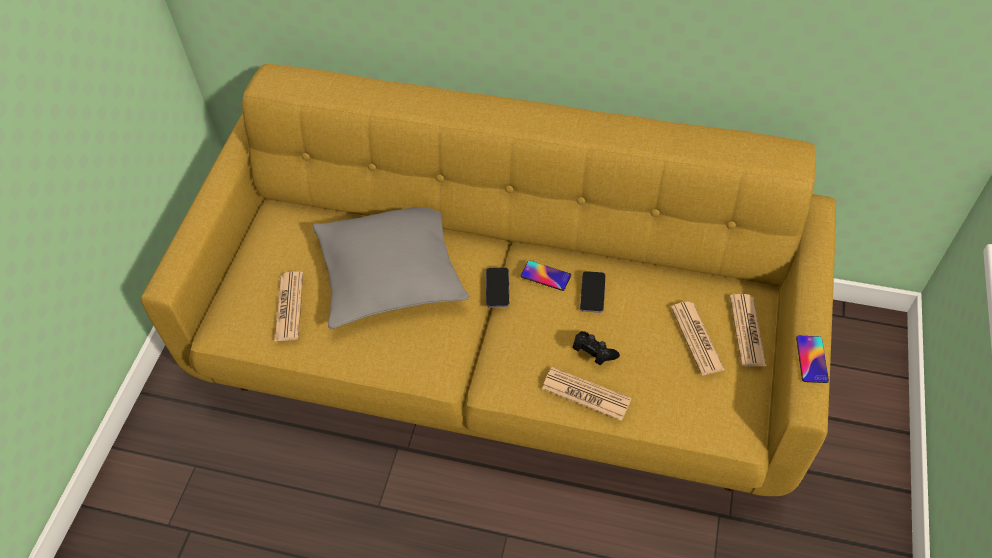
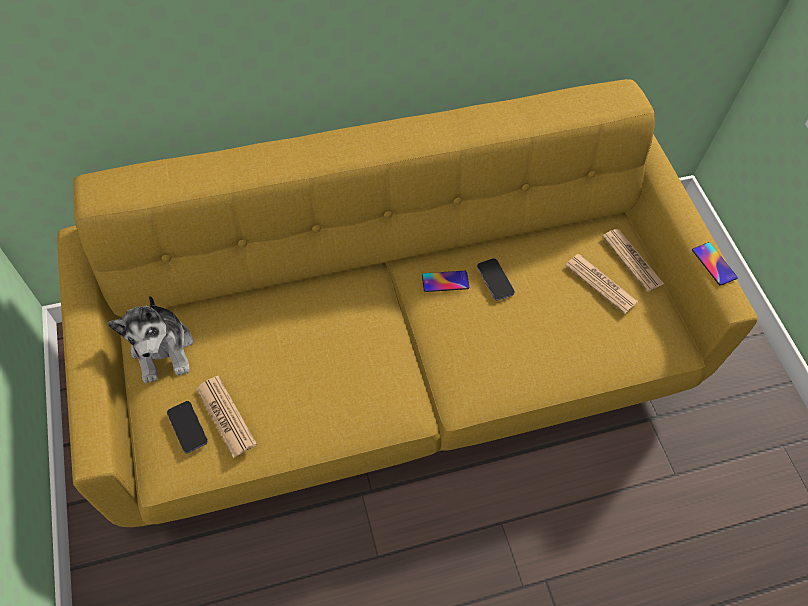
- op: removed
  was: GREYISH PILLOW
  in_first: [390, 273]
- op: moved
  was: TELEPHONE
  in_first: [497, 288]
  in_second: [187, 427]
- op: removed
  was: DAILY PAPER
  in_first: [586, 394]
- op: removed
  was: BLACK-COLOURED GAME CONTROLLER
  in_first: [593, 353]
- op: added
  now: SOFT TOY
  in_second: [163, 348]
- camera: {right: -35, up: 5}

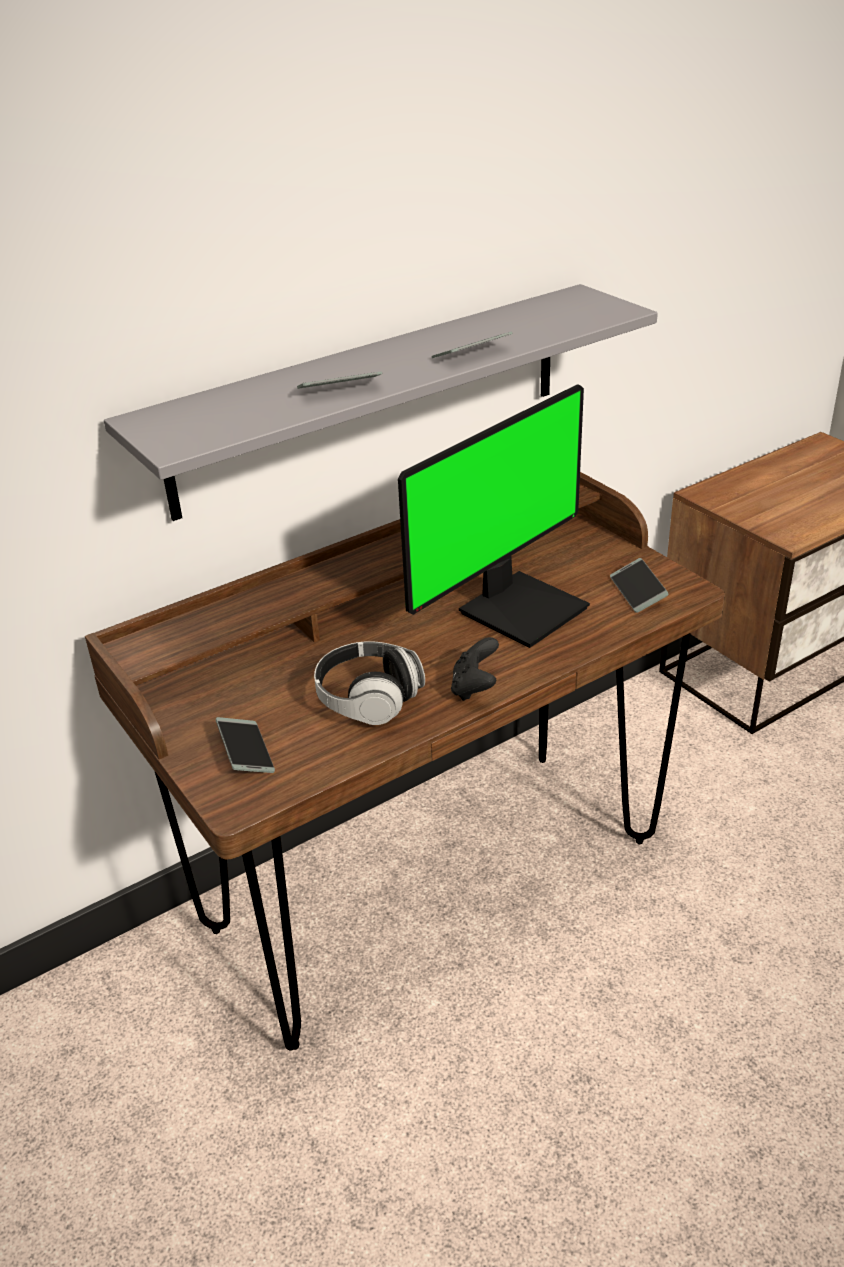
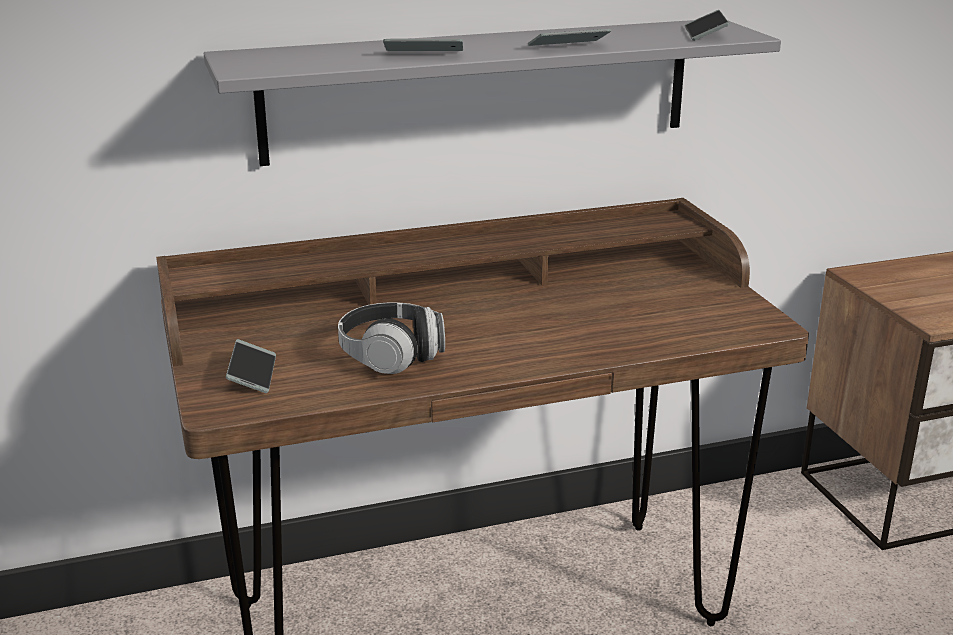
- op: removed
  was: COMPUTER DISPLAY
  in_first: [520, 608]
- op: removed
  was: BLACK-COLOURED GAME CONTROLLER
  in_first: [475, 688]
- op: moved
  was: TELEPHONE
  in_first: [637, 592]
  in_second: [705, 33]
- camera: {right: 15, up: -10}

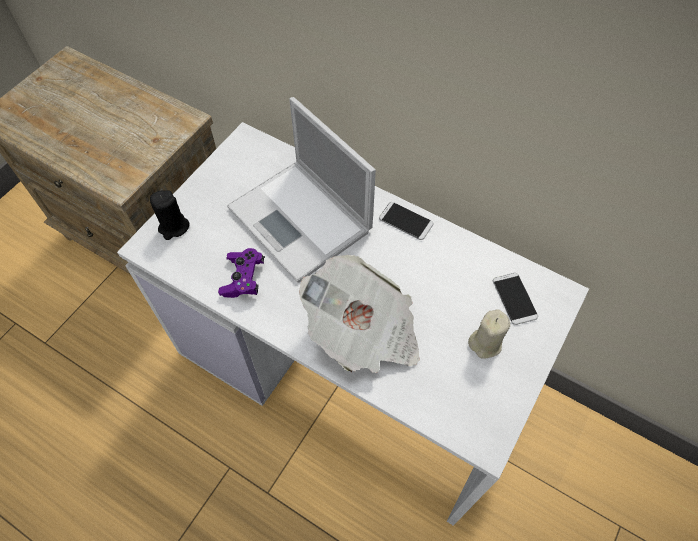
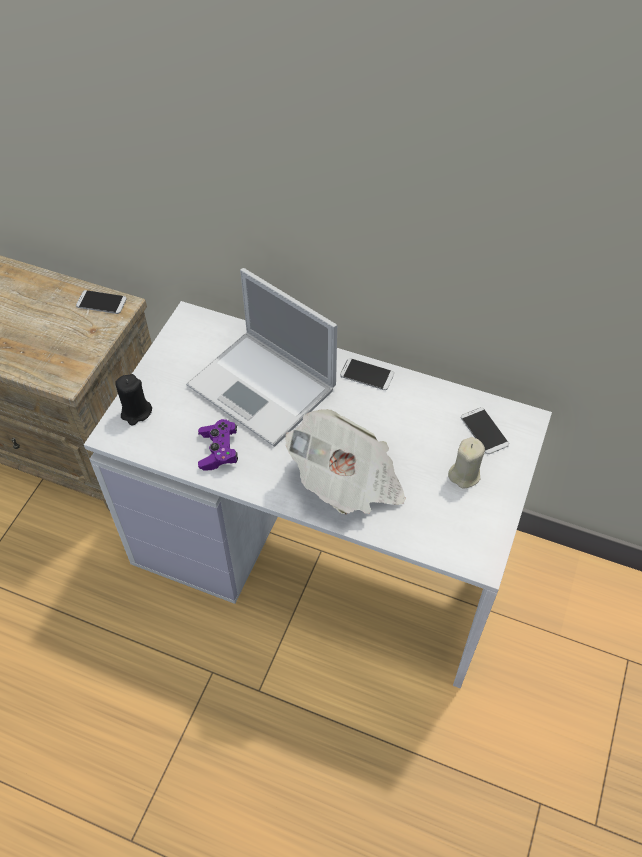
- op: added
  now: TELEPHONE
  in_second: [101, 302]
- camera: {right: -10, up: -5}

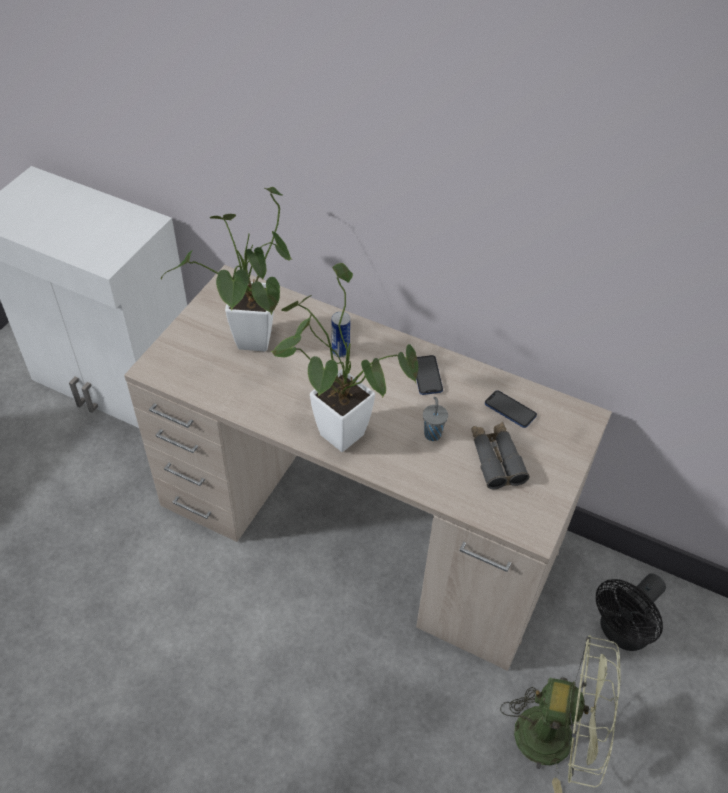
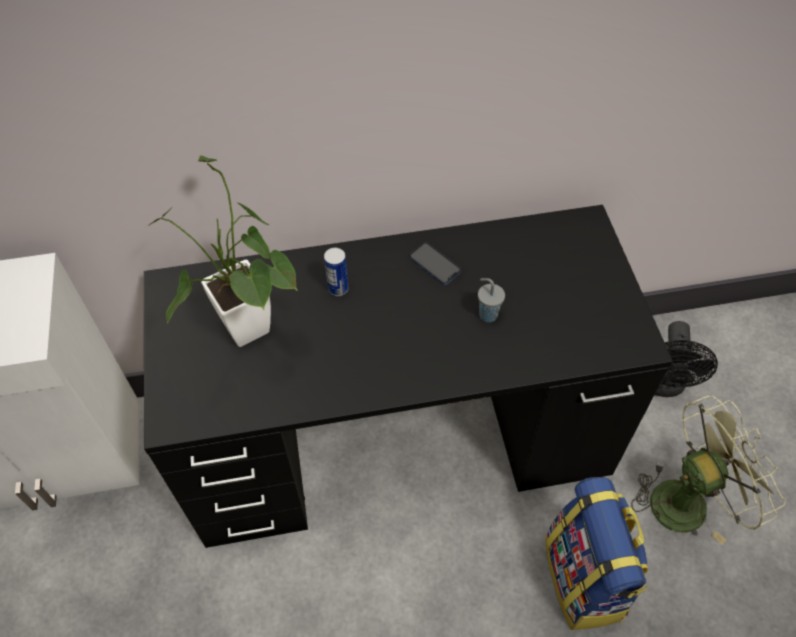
- op: recoloured
  was: BEIGE DESK TABLE
  now: BLACK-COLOURED DESK TABLE
  in_first: [361, 523]
  in_second: [400, 435]
- op: removed
  was: PLANT IN A POT
  in_first: [335, 429]
- op: removed
  was: GREYISH FIELD GLASSES
  in_first: [496, 459]
- op: removed
  was: TELEPHONE
  in_first: [510, 410]
- op: added
  now: BACKPACK
  in_second: [585, 578]
- camera: {right: -35, up: 5}

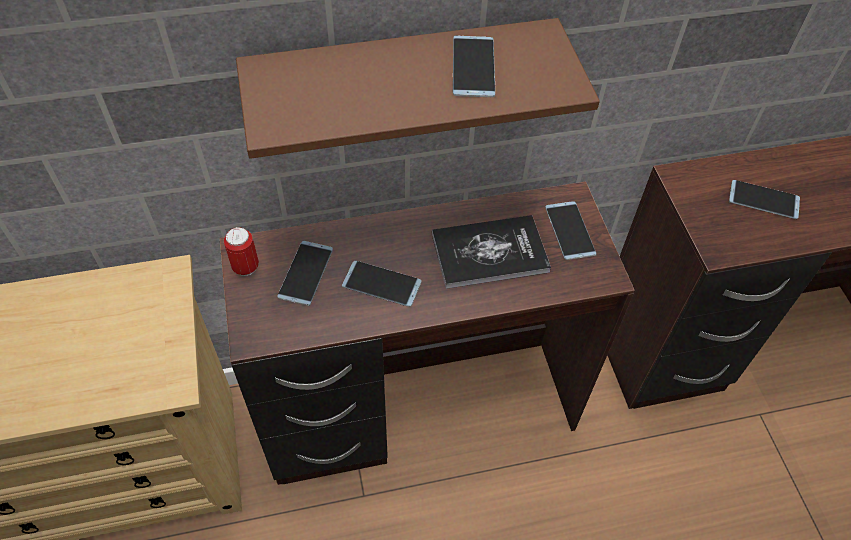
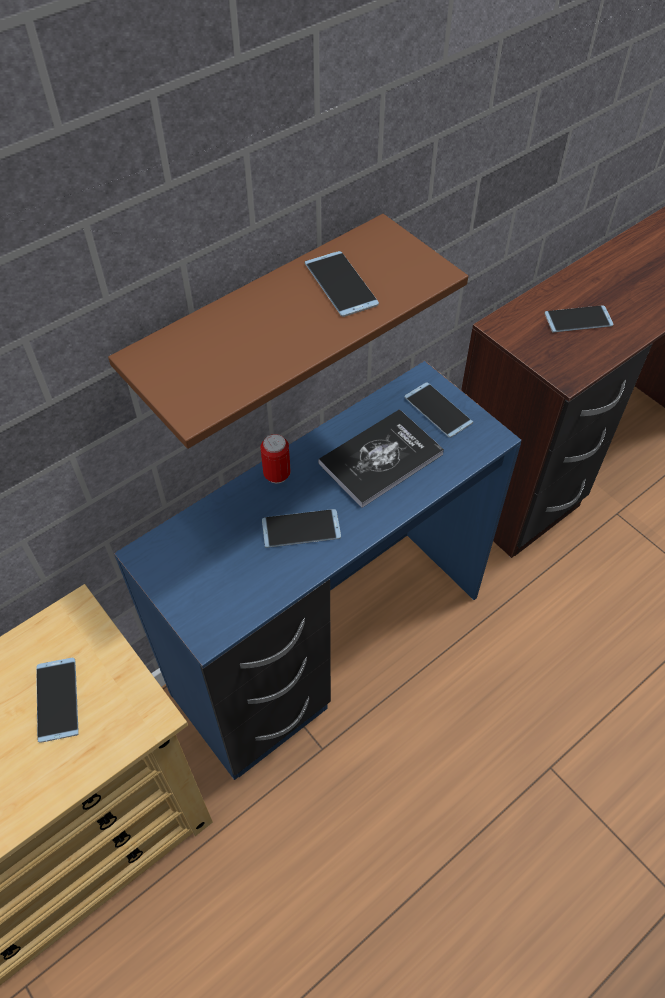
- op: recoloured
  was: BROWN DESK TABLE
  now: BLUISH DESK TABLE
  in_first: [420, 411]
  in_second: [331, 646]
- op: moved
  was: SEALED CAN
  in_first: [245, 267]
  in_second: [277, 475]
- op: moved
  was: TELEPHONE
  in_first: [306, 273]
  in_second: [57, 699]
- camera: {right: -25, up: 0}

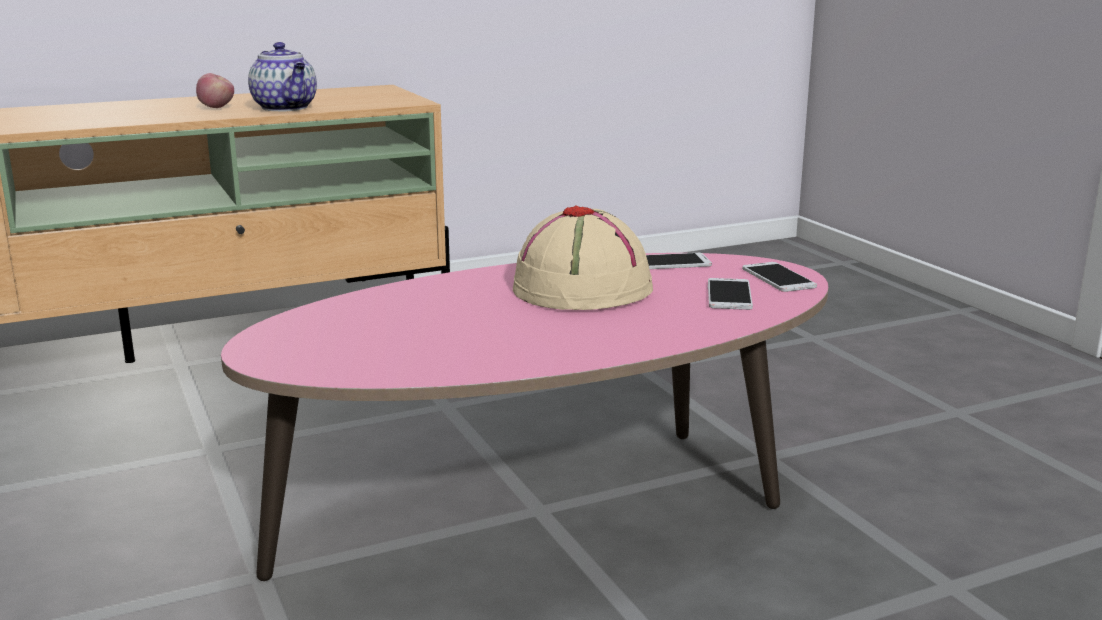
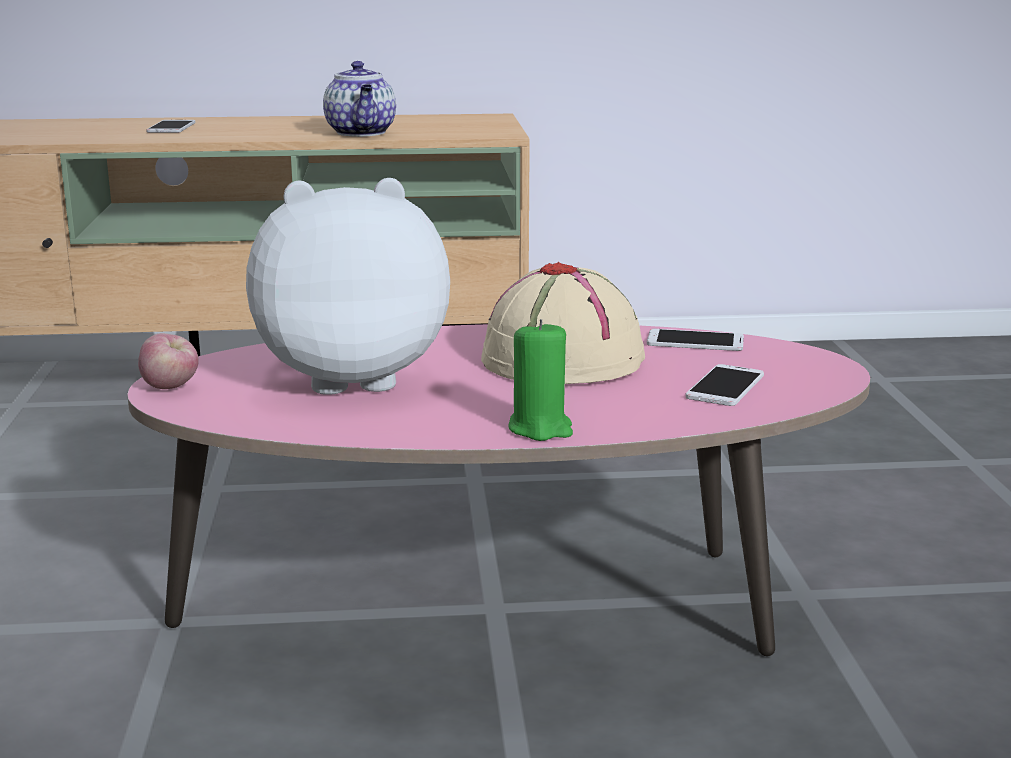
- op: moved
  was: APPLE
  in_first: [217, 108]
  in_second: [171, 388]
- op: moved
  was: TELEPHONE
  in_first: [778, 278]
  in_second: [171, 127]
- op: added
  now: SOFT TOY
  in_second: [352, 378]
- op: added
  now: GREEN WAX LIGHT
  in_second: [540, 428]
- camera: {right: 20, up: 0}

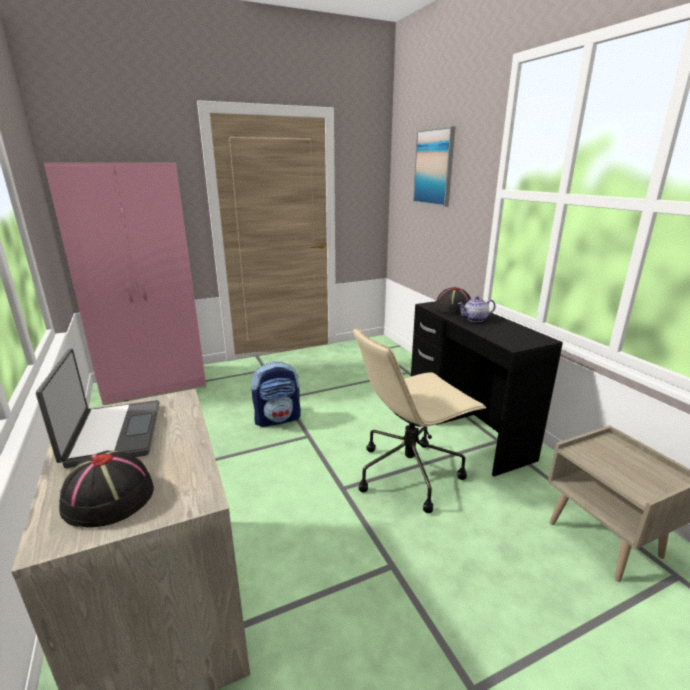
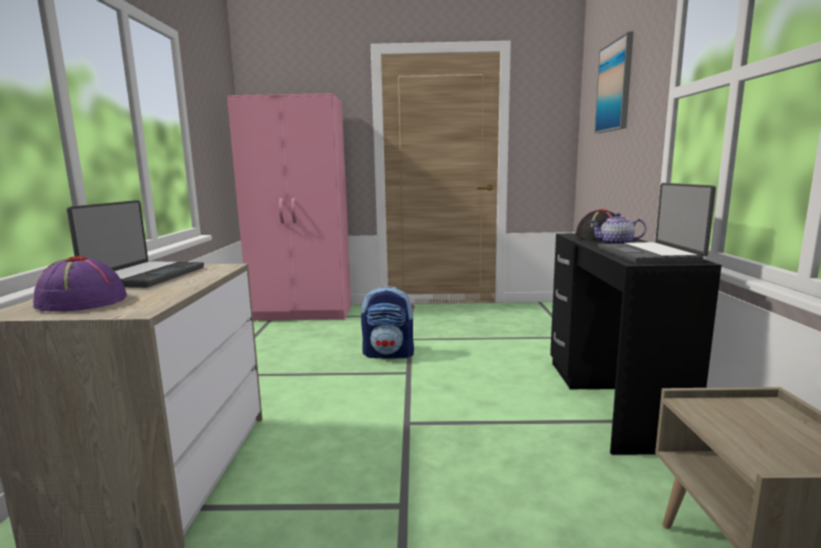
- op: recoloured
  was: BLACK-COLOURED CLOTHING HAT
  now: PURPLE CLOTHING HAT
  in_first: [108, 498]
  in_second: [81, 302]
- op: removed
  was: BEIGE OFFICE CHAIR
  in_first: [410, 472]
- op: added
  now: LAPTOP
  in_second: [650, 255]
- camera: {right: 25, up: -10}

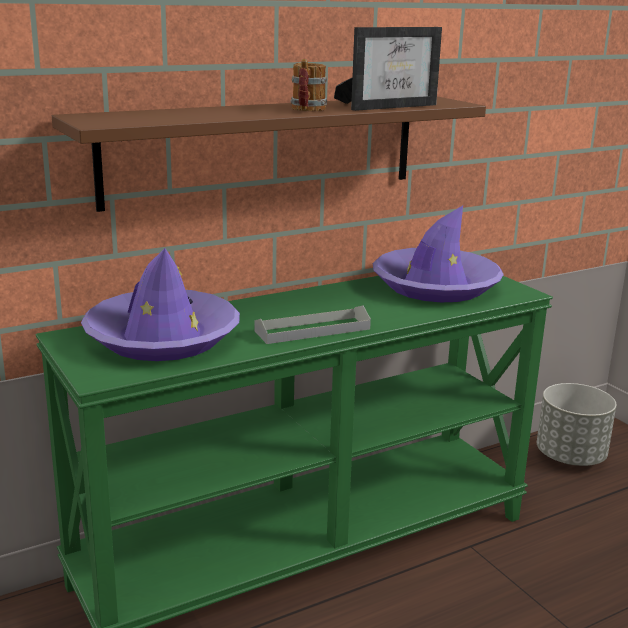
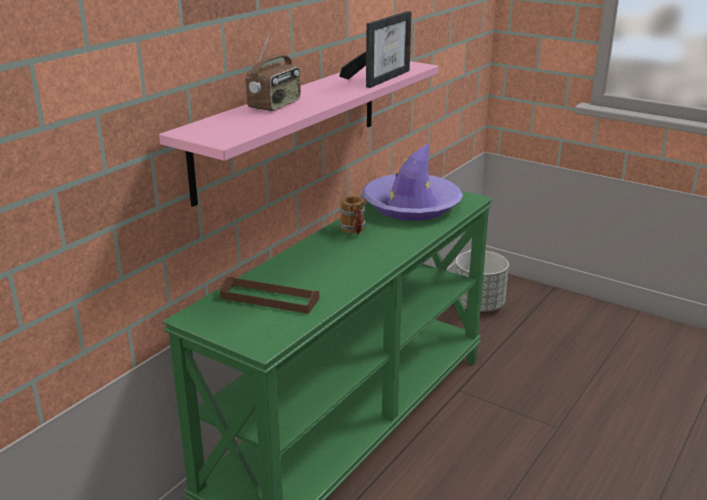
- op: recoloured
  was: BROWN SHELF
  now: PINK SHELF
  in_first: [265, 149]
  in_second: [291, 125]
- op: replaced
  was: PURPLE CLOTHING HAT
  now: BROWN CARRYING TRAY
  in_first: [162, 338]
  in_second: [269, 299]
- op: removed
  was: GREYISH CARRYING TRAY
  in_first: [312, 330]
- op: moved
  was: TEA MUG
  in_first: [307, 110]
  in_second: [354, 230]
- op: added
  now: RADIO RECEIVER
  in_second: [275, 105]
- camera: {right: -25, up: 5}

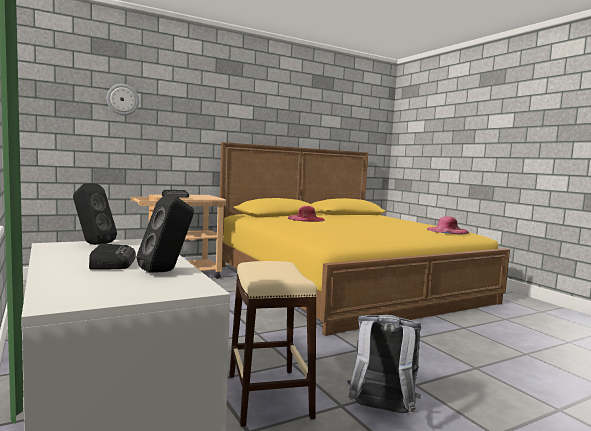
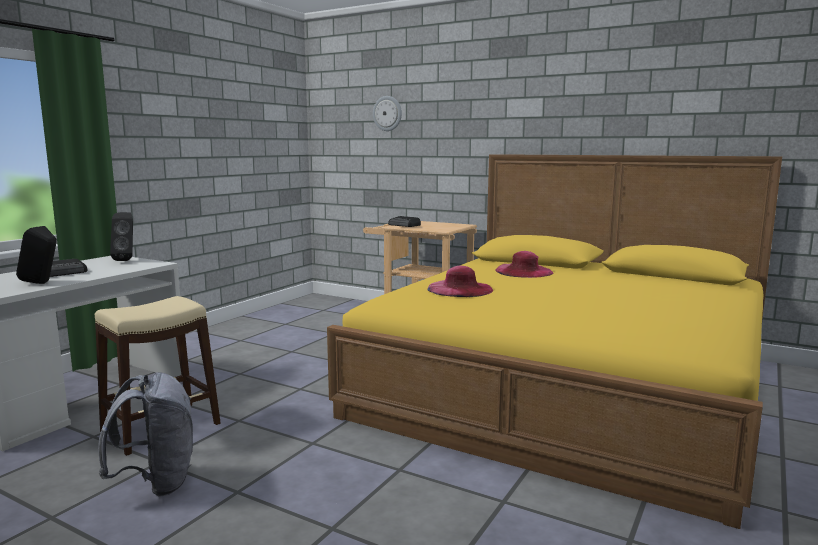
- op: moved
  was: PINK CLOTHING HAT
  in_first: [447, 230]
  in_second: [460, 289]
- camera: {right: 60, up: 5}

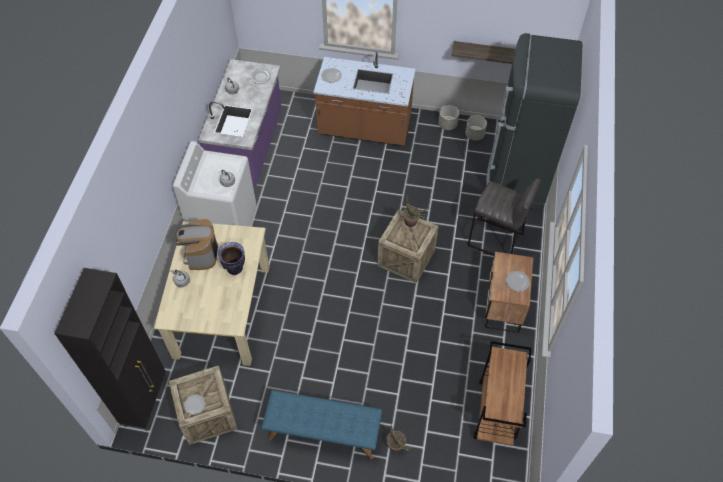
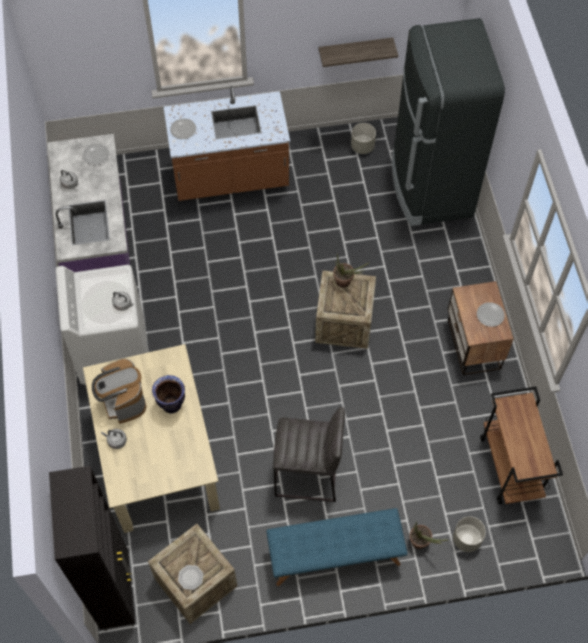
- op: moved
  was: GREYISH PLANTER
  in_first: [447, 124]
  in_second: [467, 539]
- op: moved
  was: GREYISH STOOL SEAT
  in_first: [495, 240]
  in_second: [307, 476]
- camera: {right: -20, up: 5}

